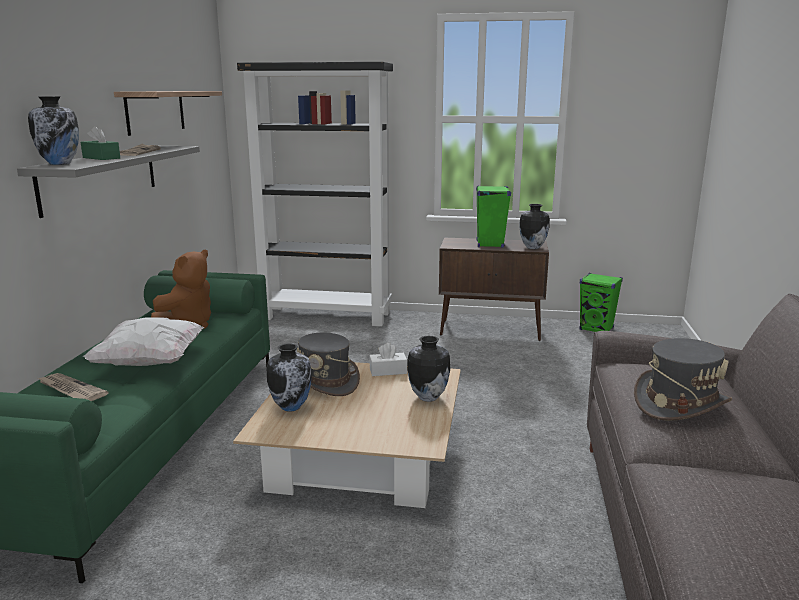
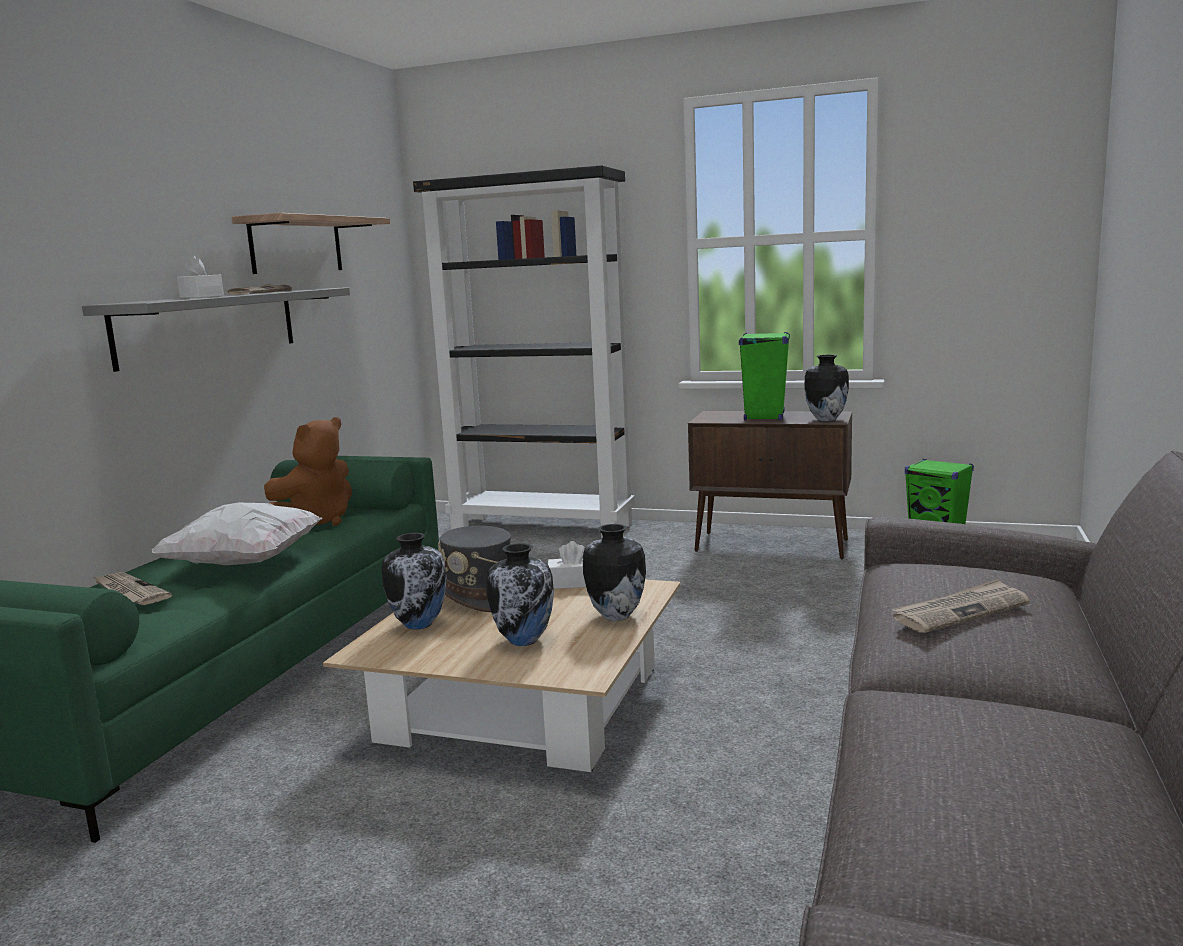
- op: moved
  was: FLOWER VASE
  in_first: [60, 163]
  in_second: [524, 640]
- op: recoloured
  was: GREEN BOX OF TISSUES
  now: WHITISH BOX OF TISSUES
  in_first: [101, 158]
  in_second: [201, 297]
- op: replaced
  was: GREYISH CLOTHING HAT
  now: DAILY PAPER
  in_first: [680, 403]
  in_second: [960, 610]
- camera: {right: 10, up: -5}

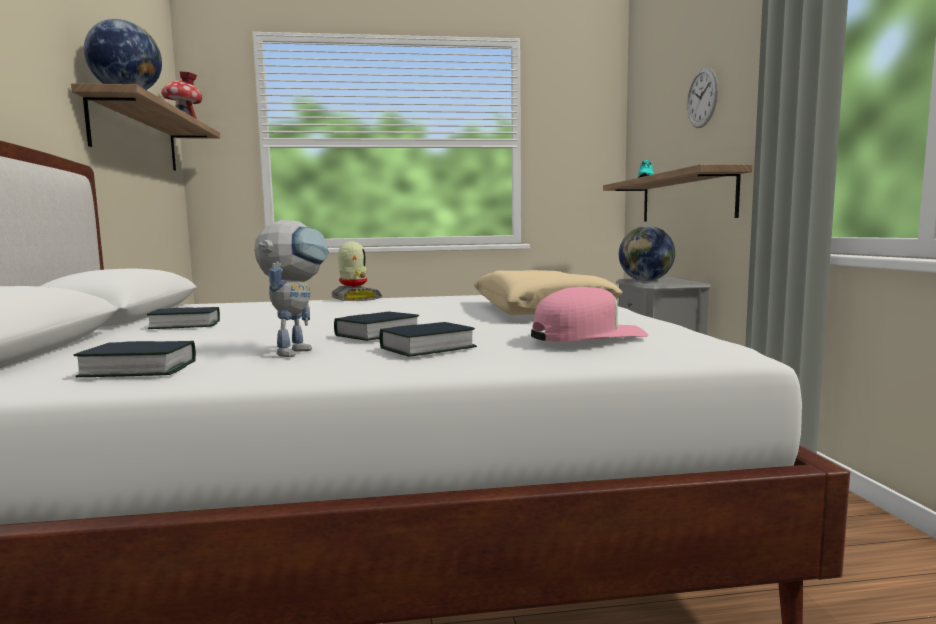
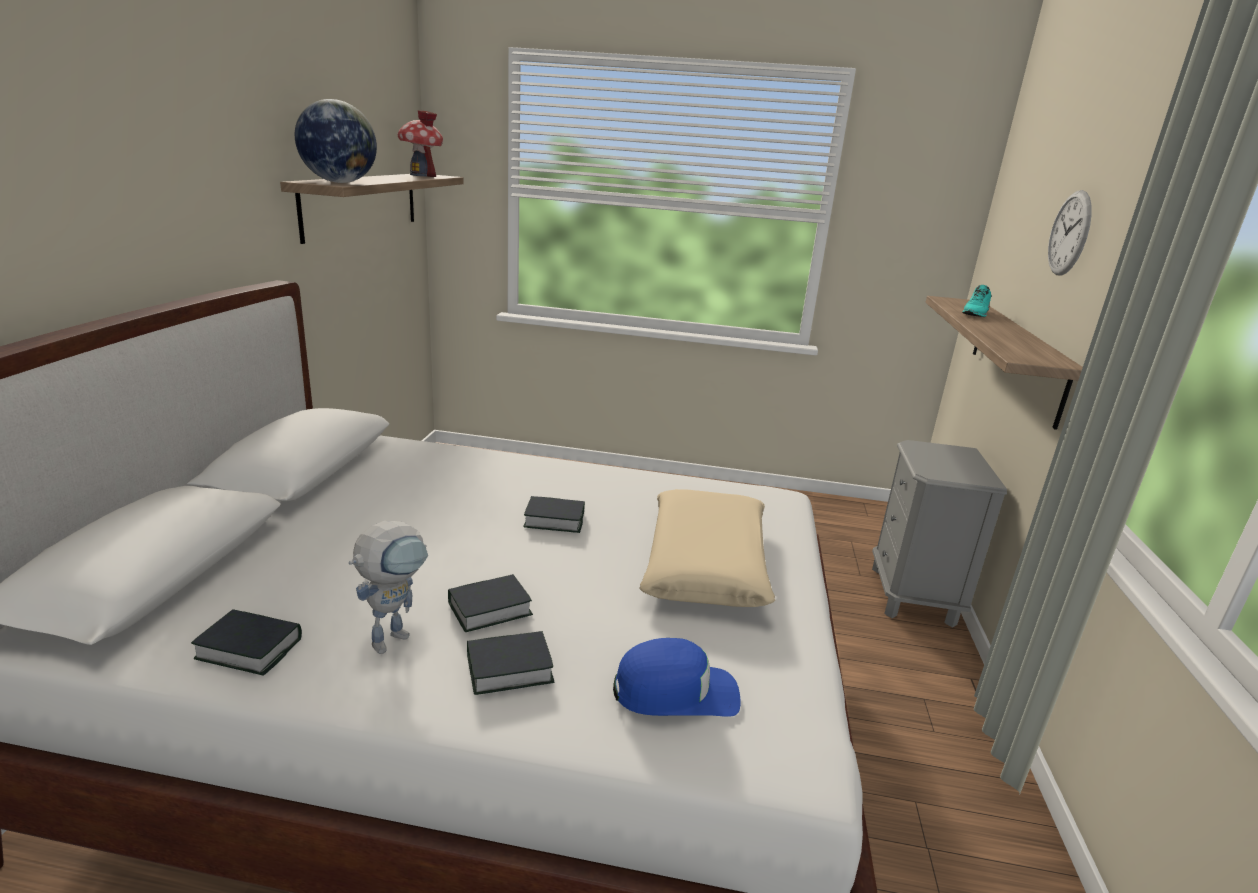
- op: moved
  was: VOLUME
  in_first: [185, 325]
  in_second: [554, 520]
- op: removed
  was: MODEL ROBOT
  in_first: [355, 299]
- op: recoloured
  was: PINK PEAKED CAP
  now: BLUISH PEAKED CAP
  in_first: [587, 336]
  in_second: [676, 692]
- op: removed
  was: GLOBE
  in_first: [646, 281]
- camera: {right: 15, up: 15}

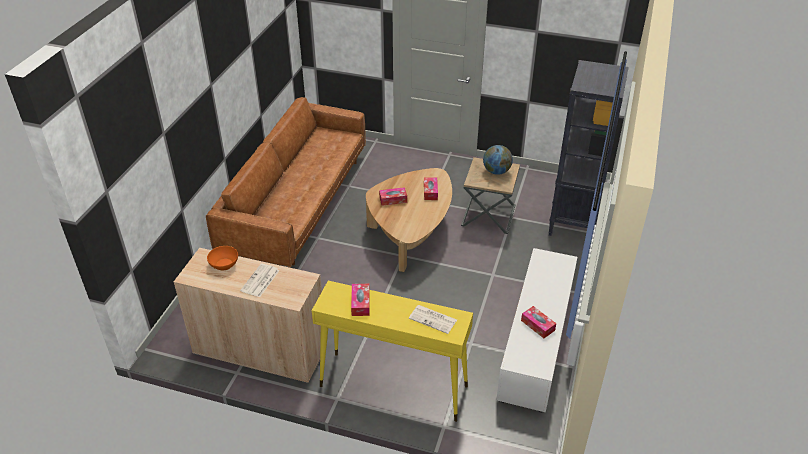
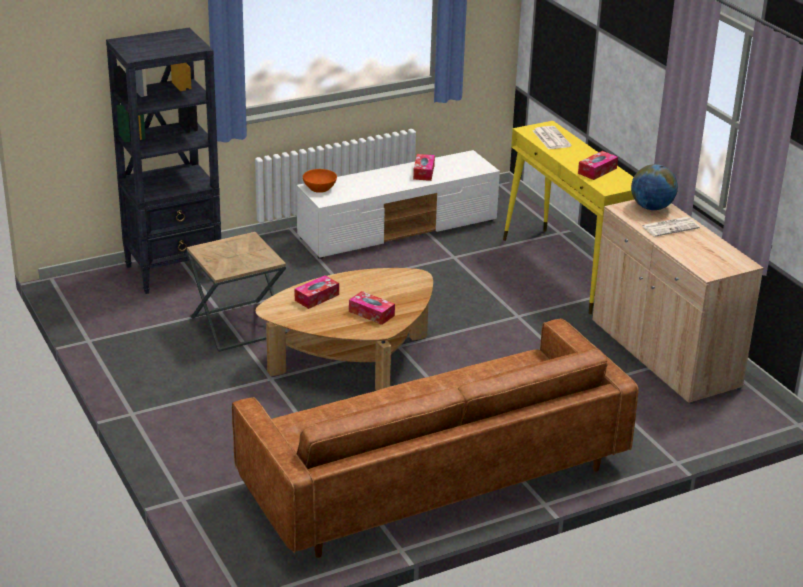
- op: moved
  was: ORANGE-COLOURED DEEP DISH
  in_first: [224, 264]
  in_second: [319, 188]
- op: moved
  was: GLOBE
  in_first: [496, 171]
  in_second: [651, 207]
- camera: {right: -135, up: -10}

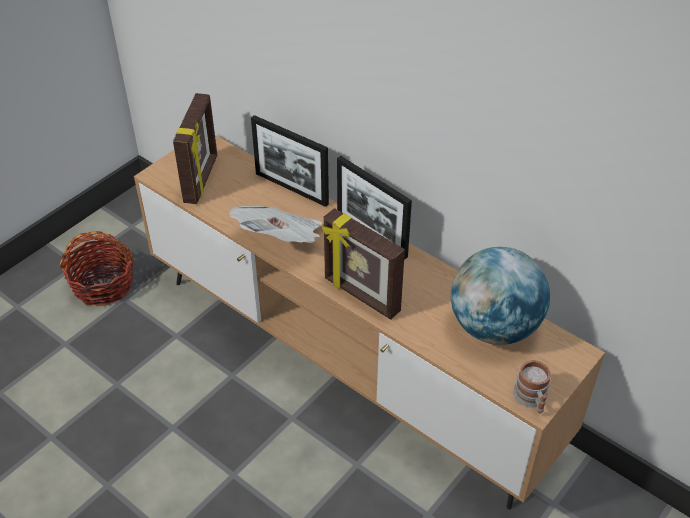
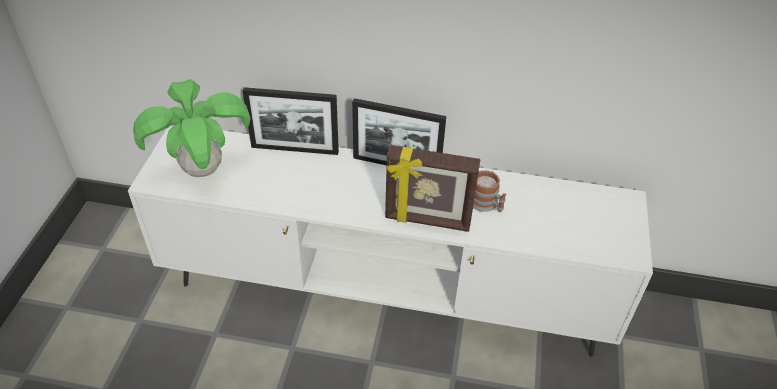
- op: removed
  was: STORAGE BASKET
  in_first: [103, 285]
- op: recoloured
  was: BROWN MEDIA CONSOLE
  now: WHITISH MEDIA CONSOLE
  in_first: [346, 362]
  in_second: [385, 292]
- op: replaced
  was: PICTURE FRAME
  now: PLANT IN A POT
  in_first: [202, 179]
  in_second: [202, 170]
- op: removed
  was: DAILY PAPER
  in_first: [281, 240]
- op: removed
  was: GLOBE
  in_first: [494, 327]
- op: moved
  was: TEA MUG
  in_first: [532, 399]
  in_second: [486, 204]
- camera: {right: -30, up: 0}

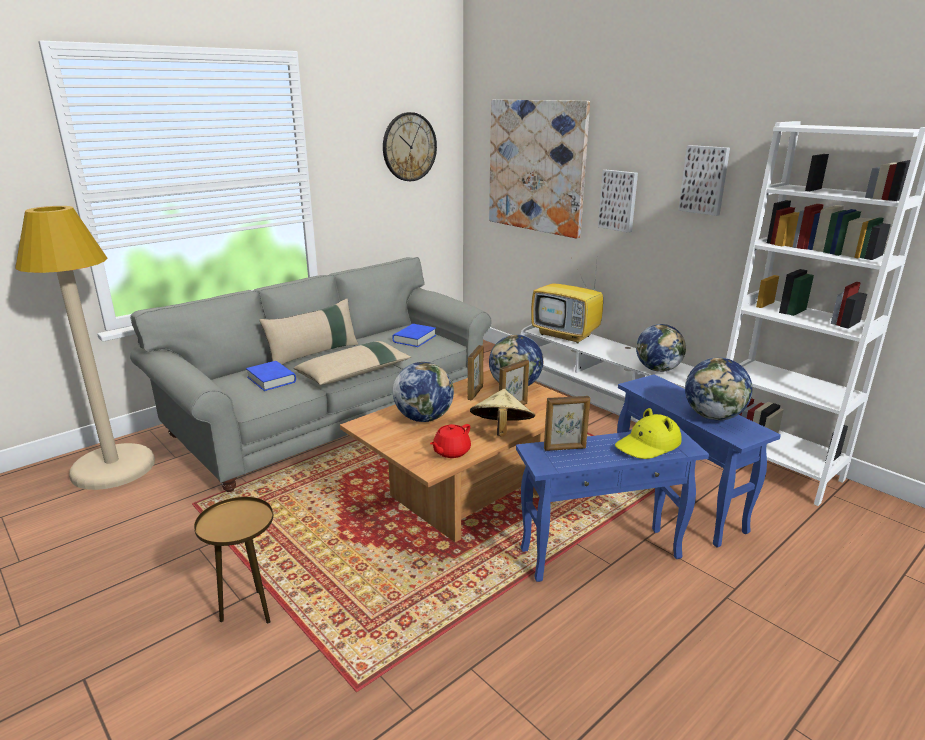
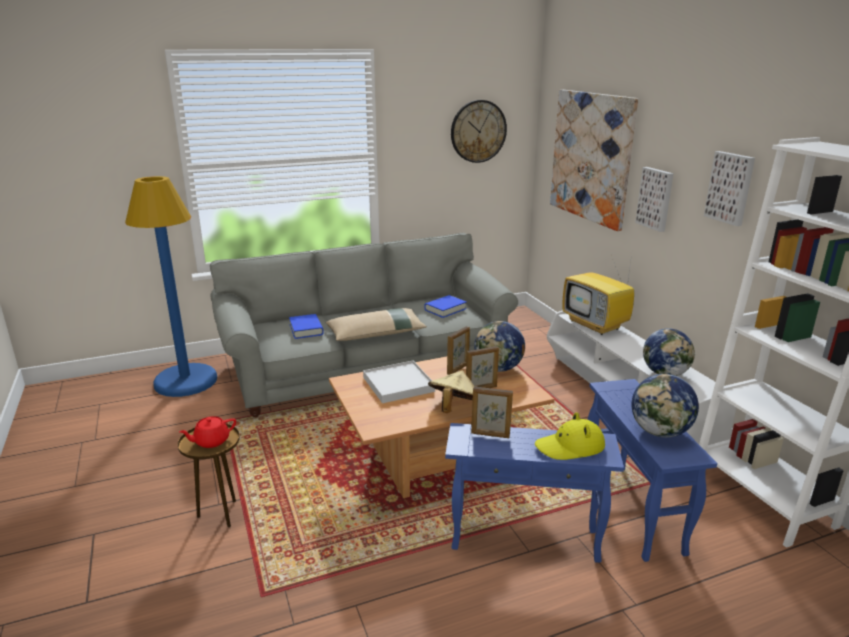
- op: recoloured
  was: BEIGE STANDING LAMP
  now: BLUISH STANDING LAMP
  in_first: [113, 468]
  in_second: [186, 381]
- op: removed
  was: BEIGE PILLOW
  in_first: [314, 354]
- op: replaced
  was: GLOBE
  now: WHITISH CARRYING TRAY
  in_first: [424, 418]
  in_second: [398, 384]
- op: moved
  was: REDDISH TEAPOT
  in_first: [451, 452]
  in_second: [211, 441]
- camera: {right: 20, up: 0}

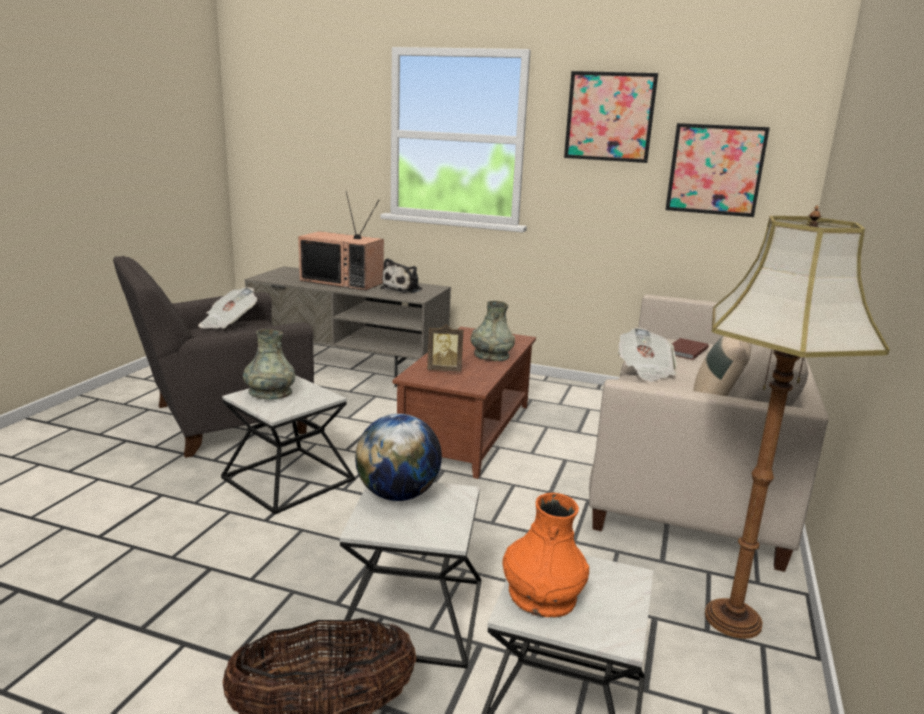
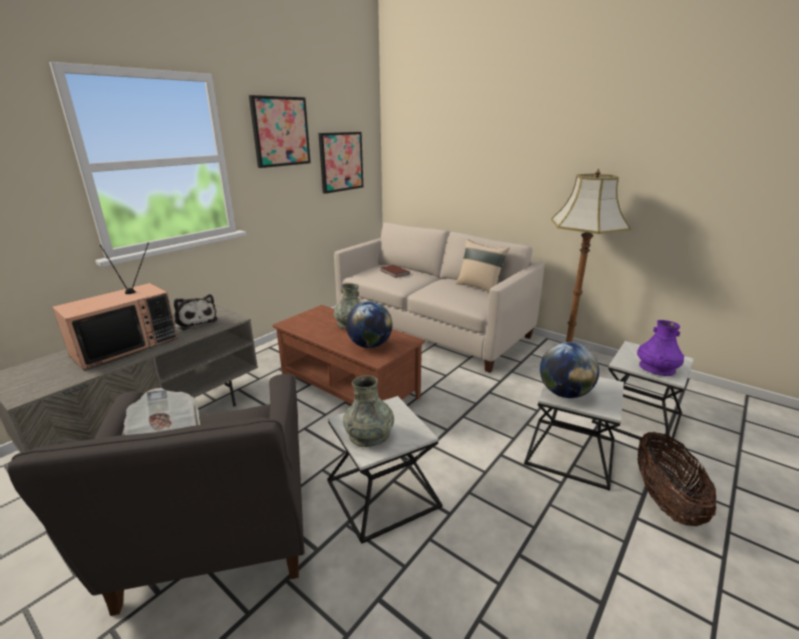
- op: replaced
  was: PICTURE FRAME
  now: GLOBE
  in_first: [444, 370]
  in_second: [369, 345]
- op: recoloured
  was: ORANGE-COLOURED FLOWER VASE
  now: PURPLE FLOWER VASE
  in_first: [542, 595]
  in_second: [656, 369]
- op: removed
  was: DAILY PAPER
  in_first: [645, 370]
- camera: {right: -70, up: 5}

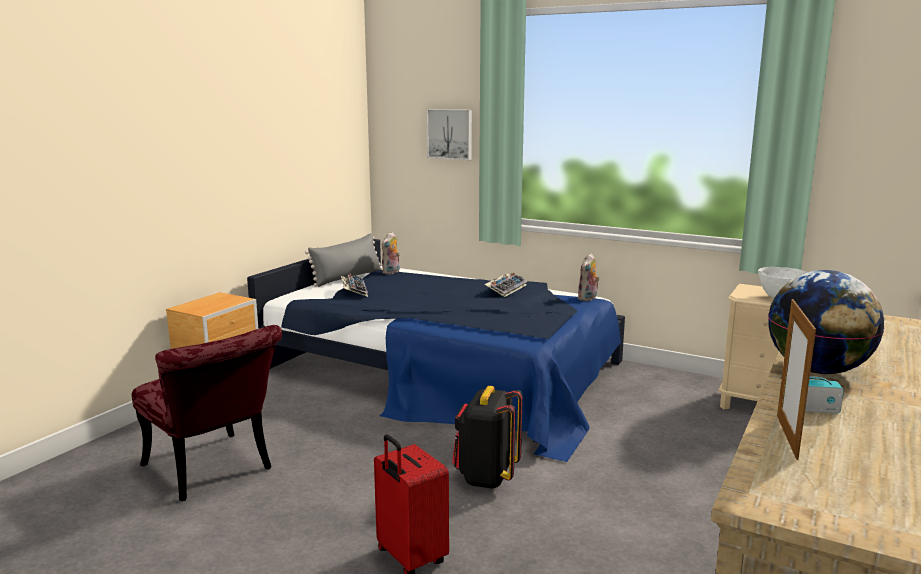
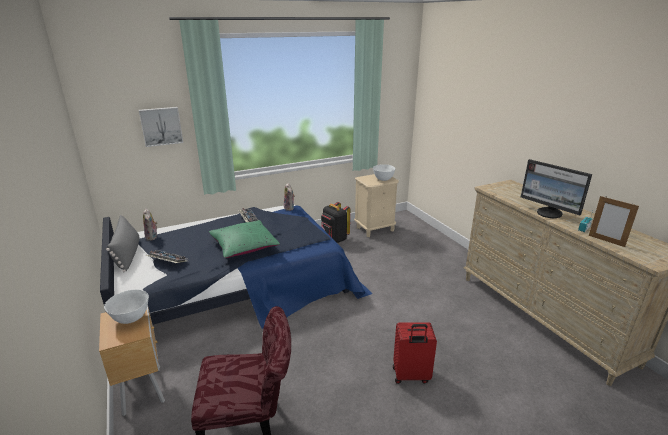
- op: moved
  was: BLACK-COLOURED BACKPACK
  in_first: [486, 477]
  in_second: [334, 239]
- op: replaced
  was: GLOBE
  now: COMPUTER DISPLAY
  in_first: [817, 370]
  in_second: [549, 213]
- op: added
  now: WHITISH DEEP DISH
  in_second: [131, 318]
- op: added
  now: GREEN PILLOW
  in_second: [244, 247]
- camera: {right: -55, up: 10}

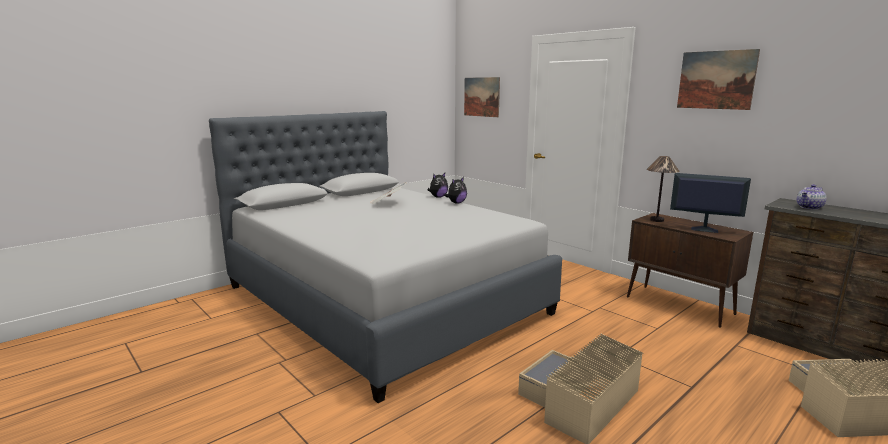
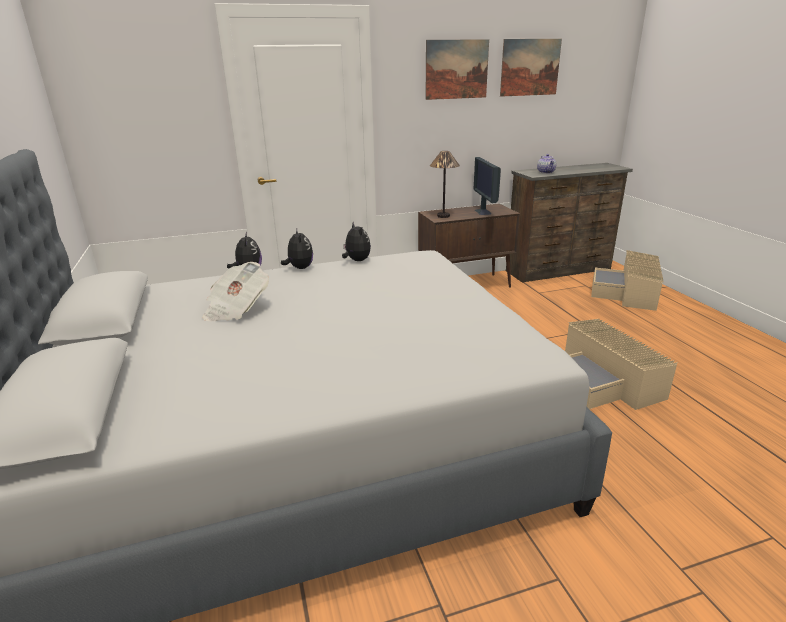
- op: moved
  was: WALL PICTURE
  in_first: [481, 97]
  in_second: [530, 67]
- op: turned
  was: COMPUTER DISPLAY
  in_first: [703, 229]
  in_second: [483, 212]
  clockwise: -60
- op: added
  now: SOFT TOY
  in_second: [356, 260]
- camera: {right: -65, up: 10}

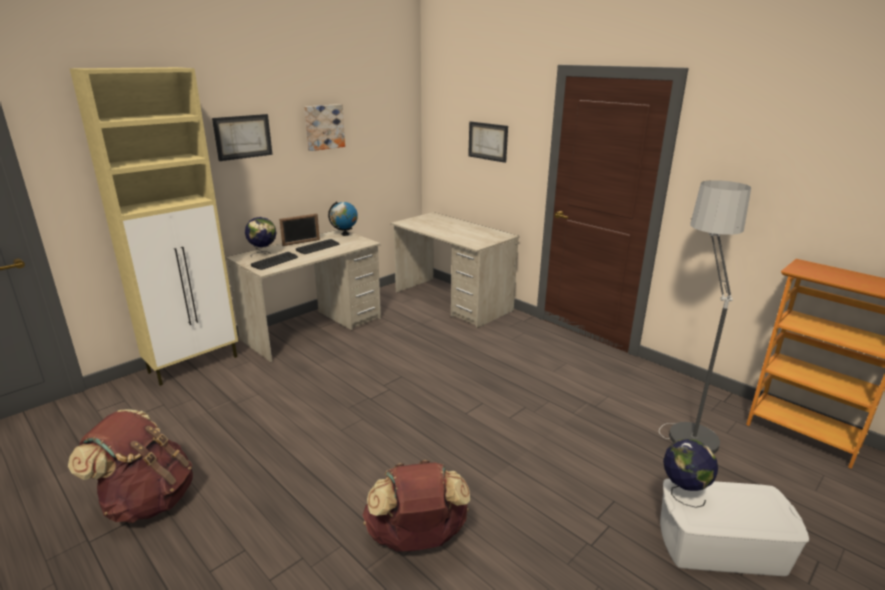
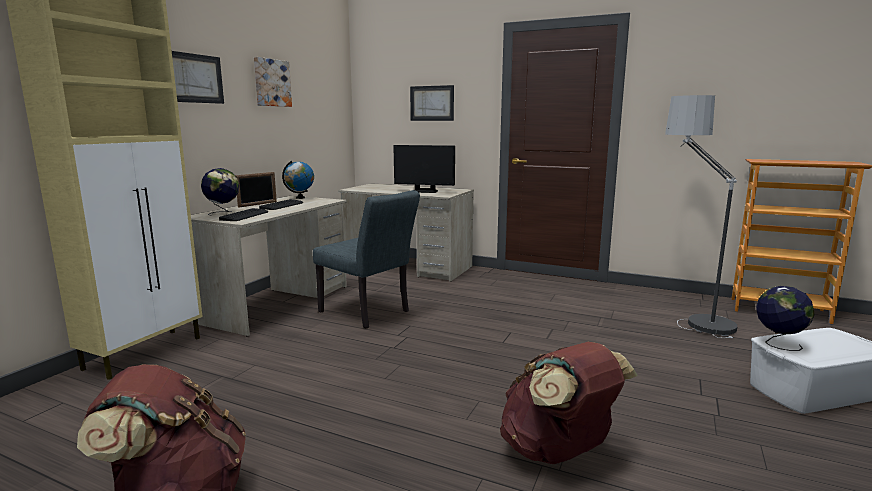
- op: added
  now: GREYISH UPRIGHT CHAIR
  in_second: [369, 313]
- op: added
  now: COMPUTER DISPLAY
  in_second: [424, 191]
- camera: {right: -20, up: -10}

